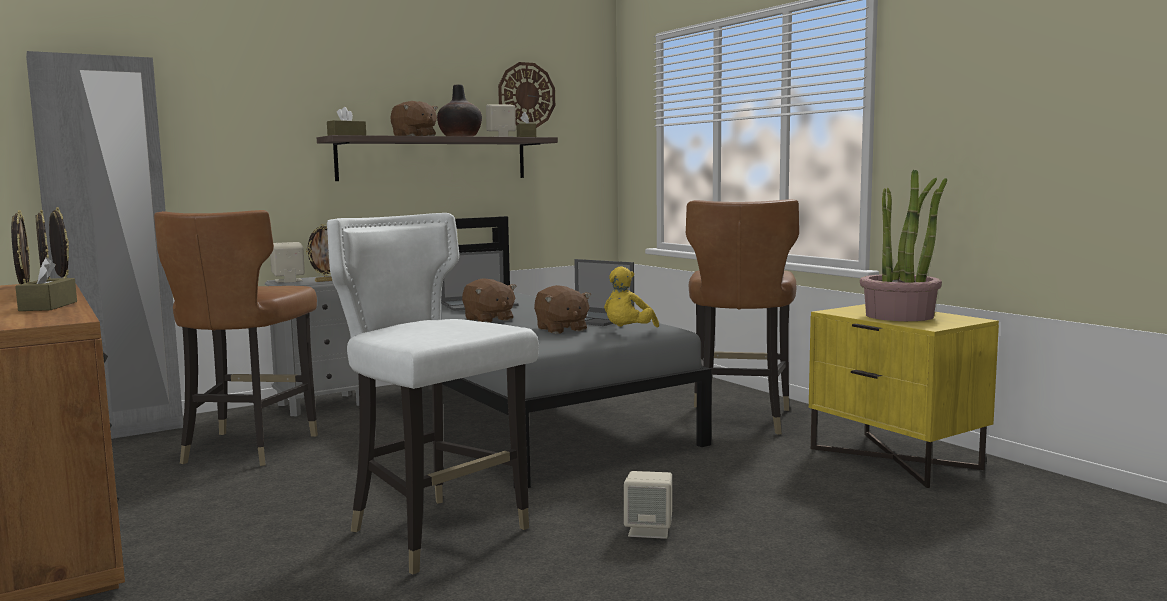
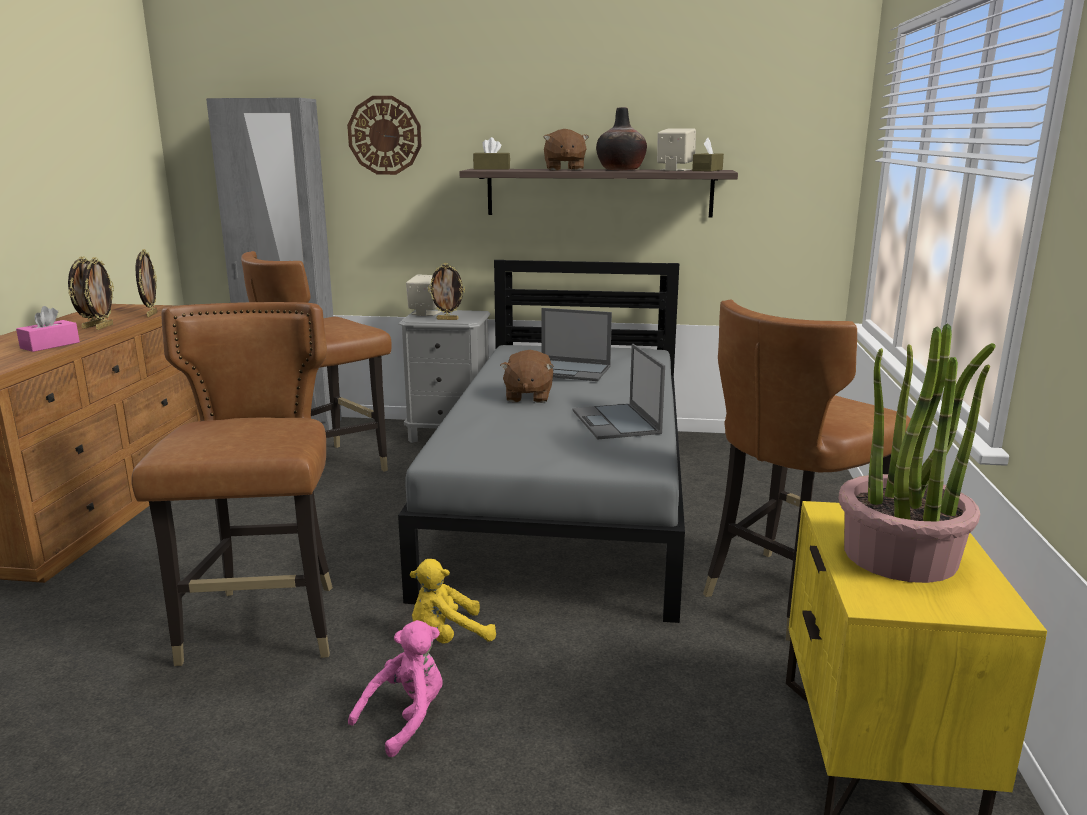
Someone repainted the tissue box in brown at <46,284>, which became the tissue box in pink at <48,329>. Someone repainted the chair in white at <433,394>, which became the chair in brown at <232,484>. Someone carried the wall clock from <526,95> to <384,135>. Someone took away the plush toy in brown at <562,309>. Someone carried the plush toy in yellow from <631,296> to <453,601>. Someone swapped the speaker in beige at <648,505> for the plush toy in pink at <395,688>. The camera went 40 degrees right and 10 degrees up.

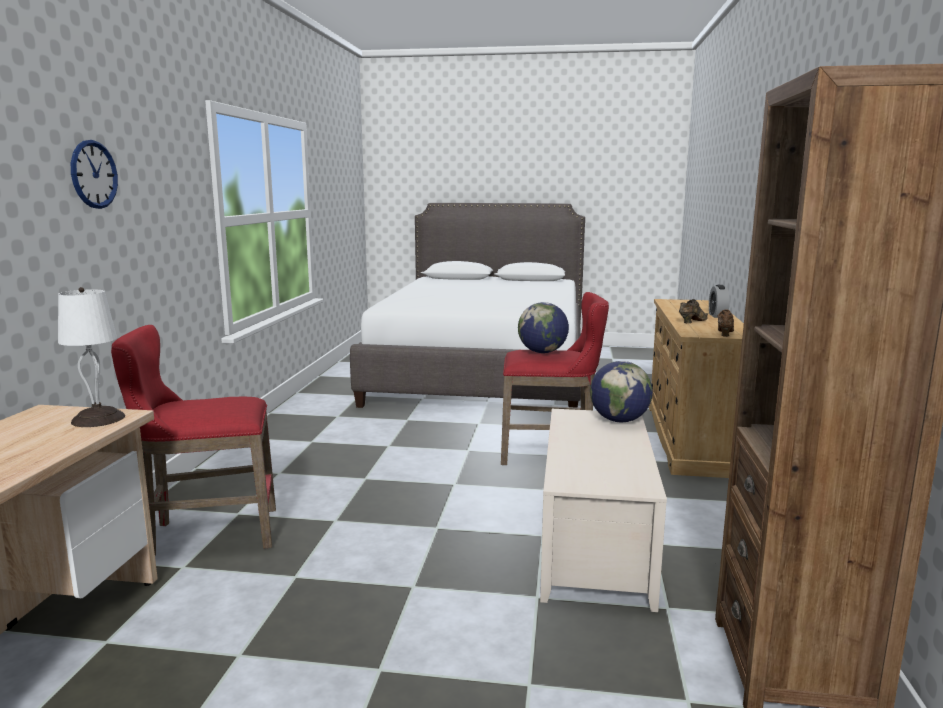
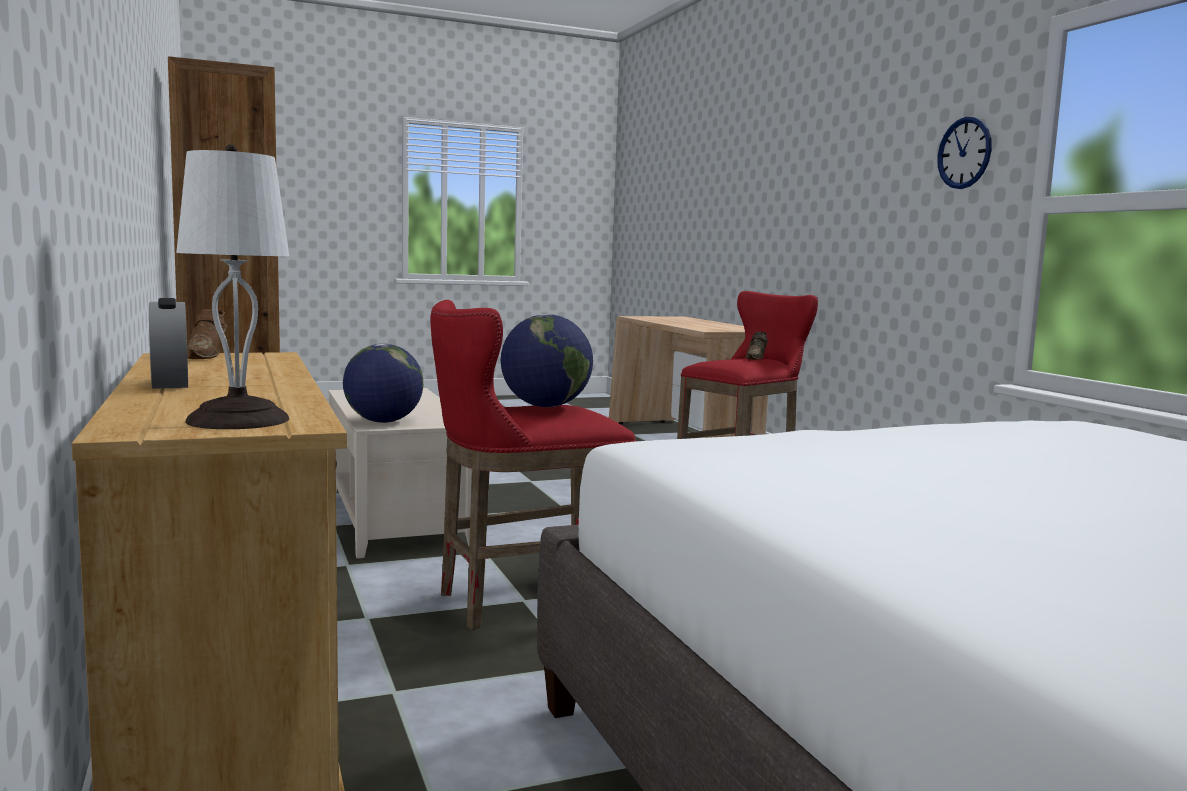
Someone carried the table lamp in white from <91,357> to <232,286>. Someone carried the wall clock from <94,174> to <964,153>. Someone carried the shoe in brown from <693,311> to <757,346>. The camera went 150 degrees right and 5 degrees down.

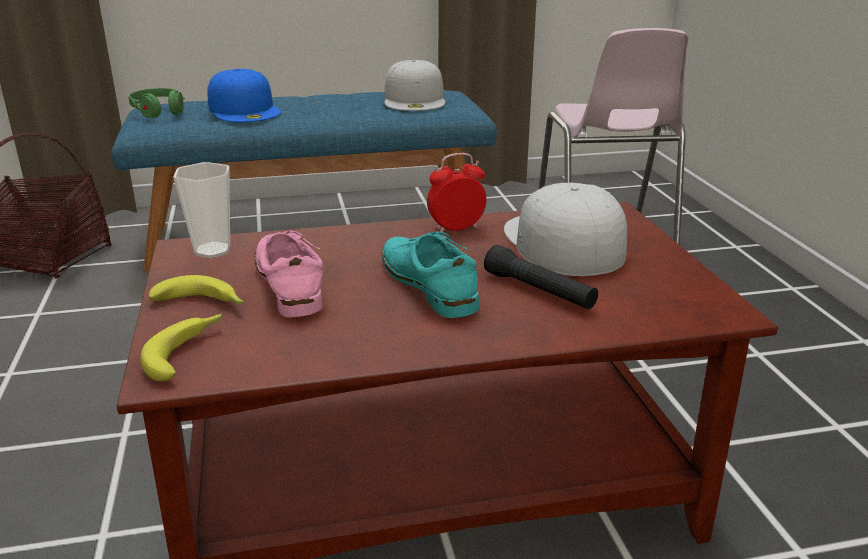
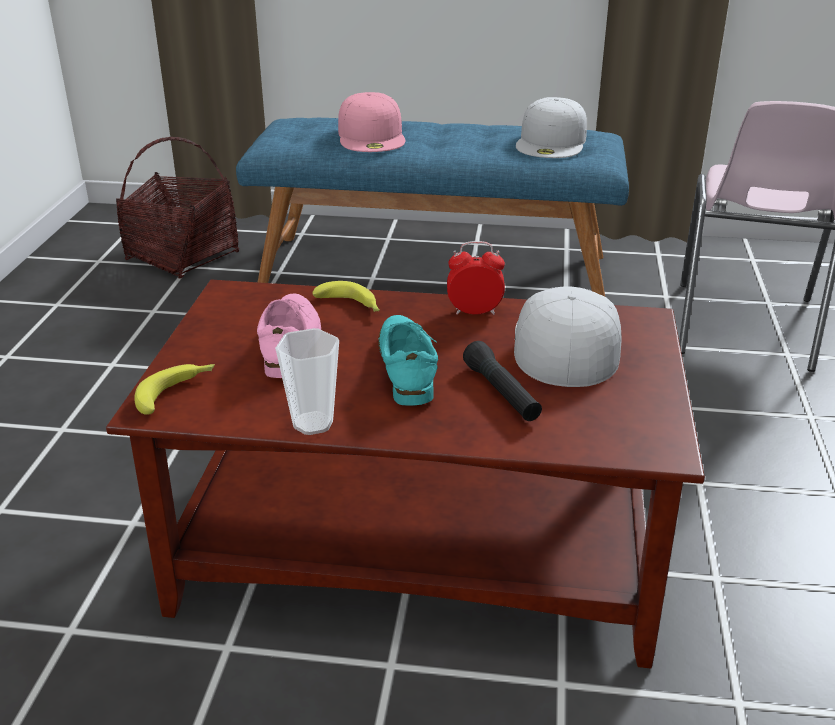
Someone took away the headphones in green at <156,103>. Someone carried the banana from <196,290> to <346,296>. Someone carried the cup from <201,210> to <307,381>. Someone repainted the cap in blue at <244,95>, which became the cap in pink at <371,122>. The camera went 20 degrees right and 5 degrees up.

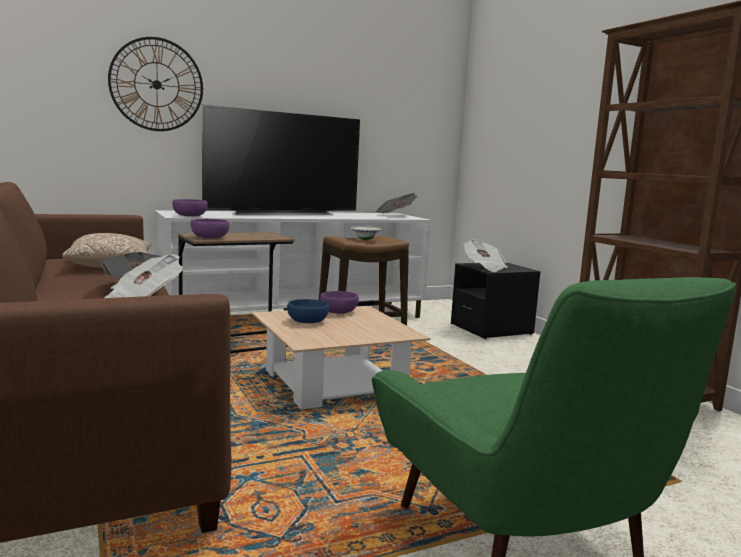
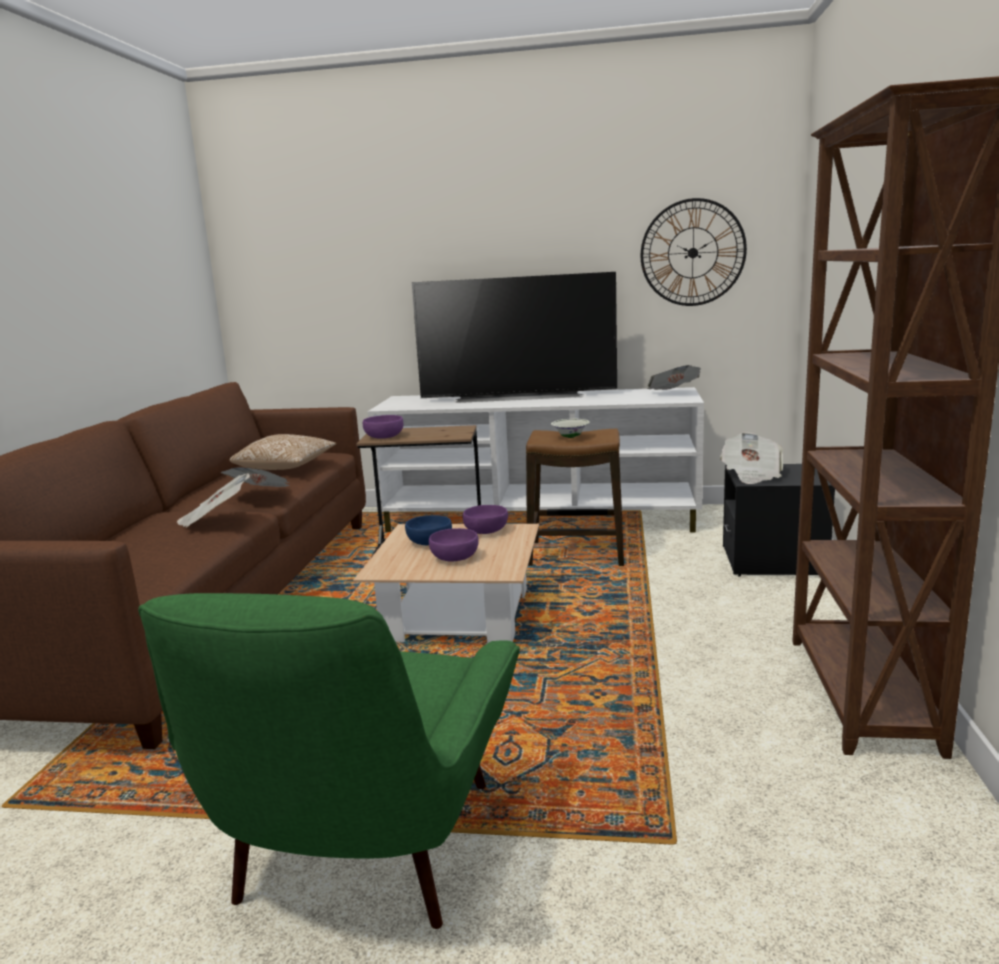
Someone carried the wall clock from <155,84> to <694,252>. Someone carried the bowl in purple from <190,207> to <454,545>. The camera went 35 degrees right and 5 degrees up.

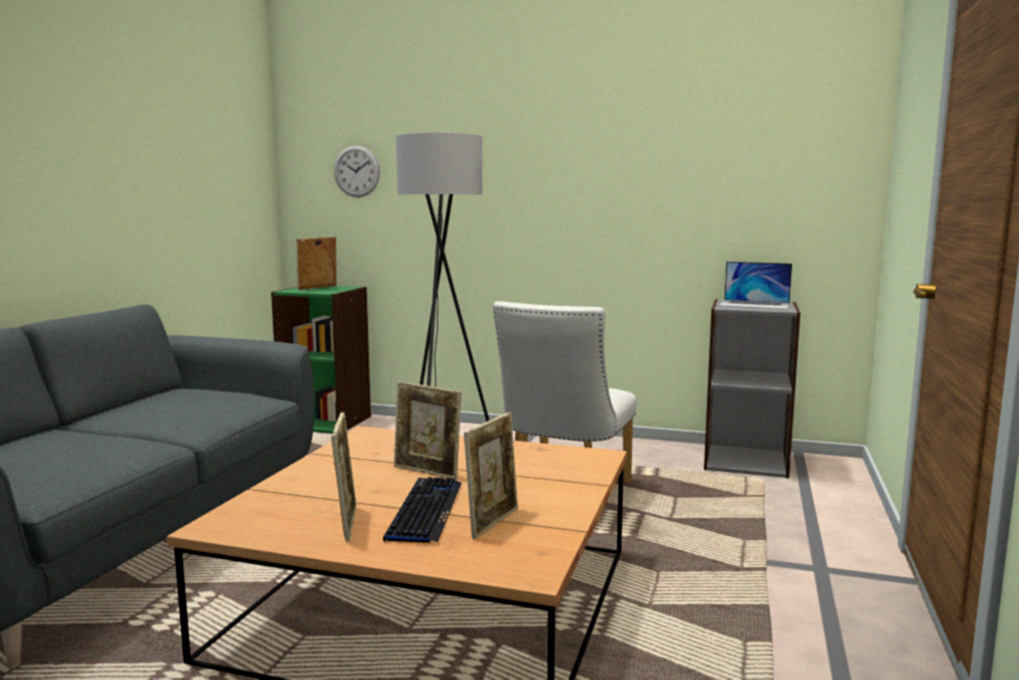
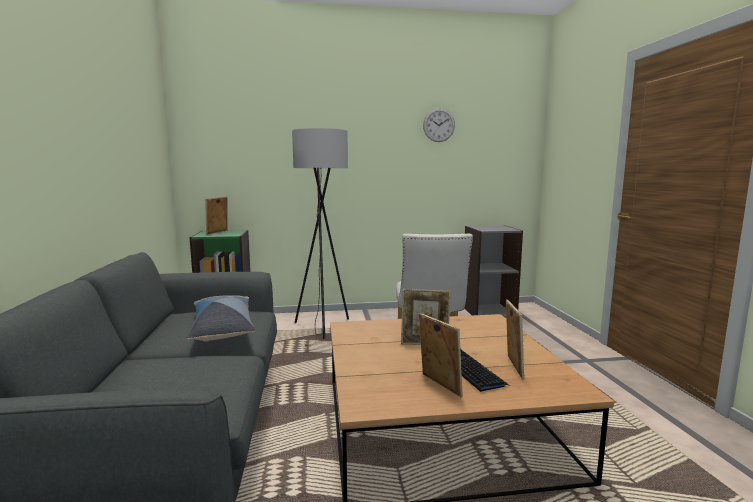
Someone carried the wall clock from <357,171> to <439,125>. Someone took away the laptop at <755,285>. Someone put down the pillow at <220,318>. The camera went 25 degrees left and 0 degrees up.

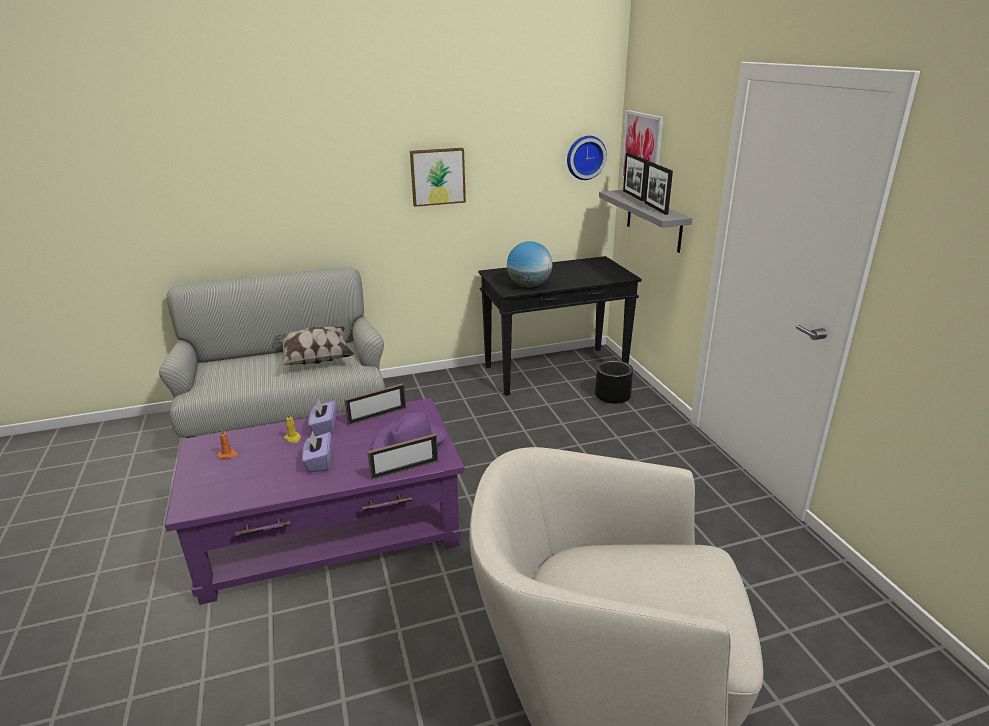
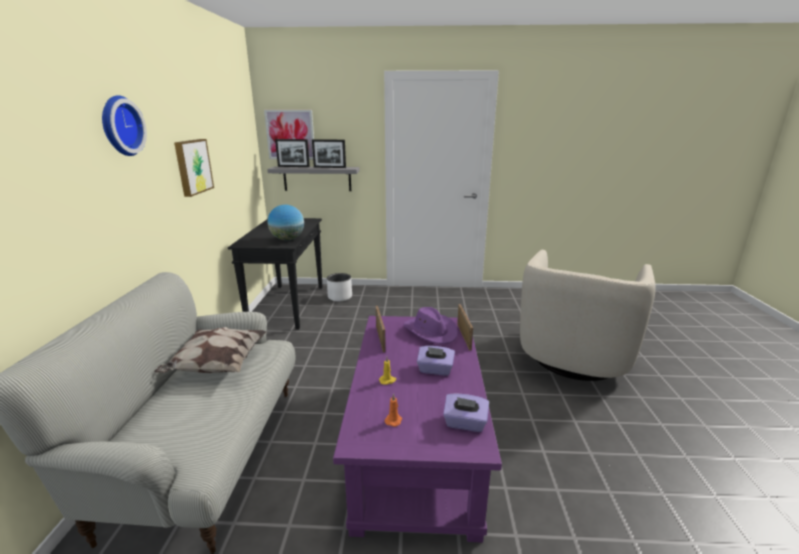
Someone carried the tissue box in purple from <322,417> to <466,412>. Someone carried the wall clock from <587,158> to <124,125>. Someone repainted the planter in black at <614,382>, which became the planter in white at <339,287>. The camera went 70 degrees left and 5 degrees down.

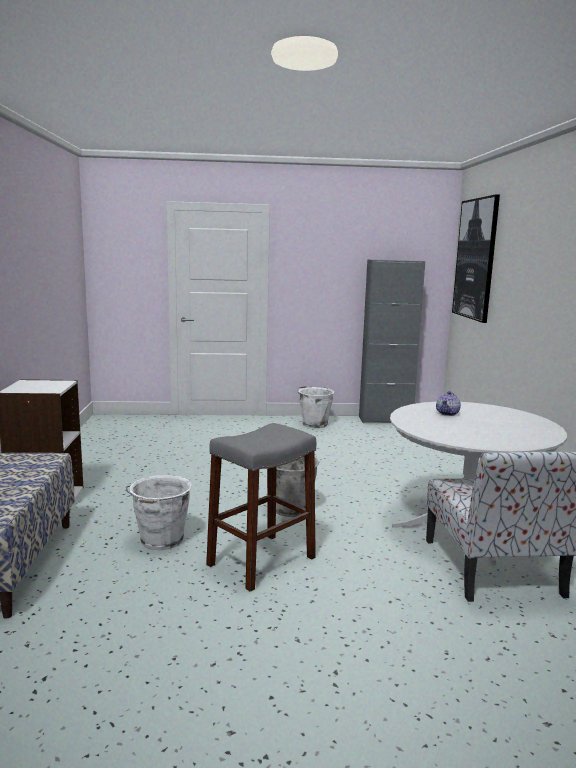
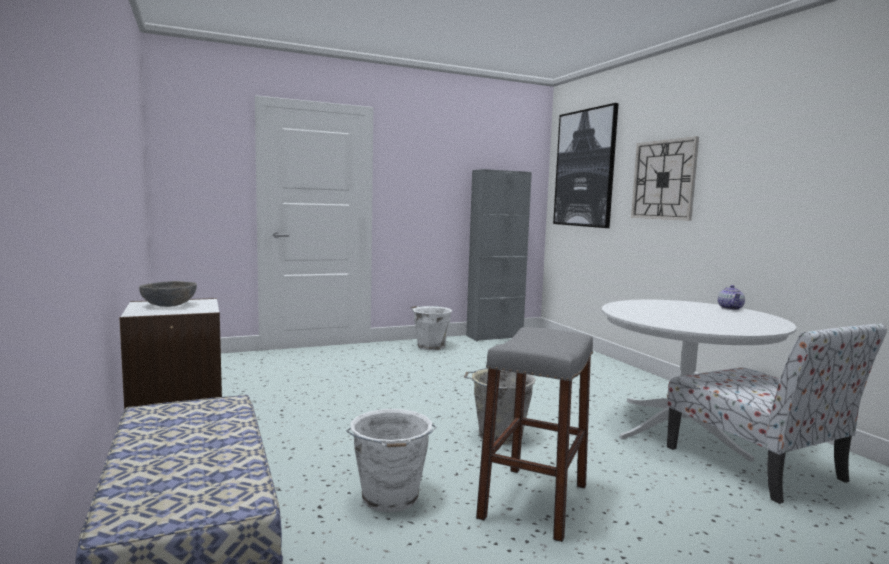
Someone carried the teapot from <448,403> to <731,297>. Someone put down the bowl in grey at <168,294>. Someone put up the wall clock at <665,178>. The camera went 20 degrees left and 5 degrees down.

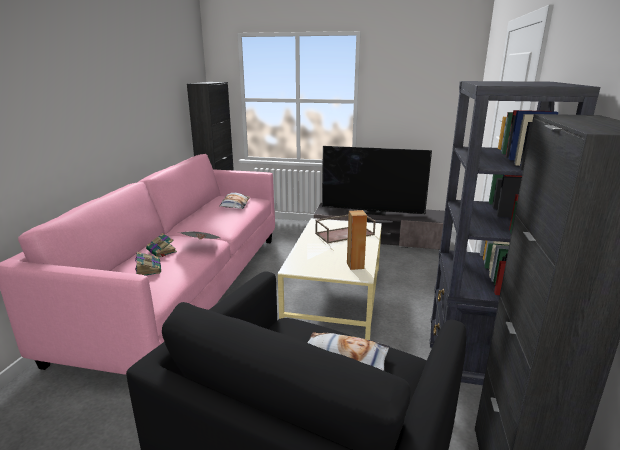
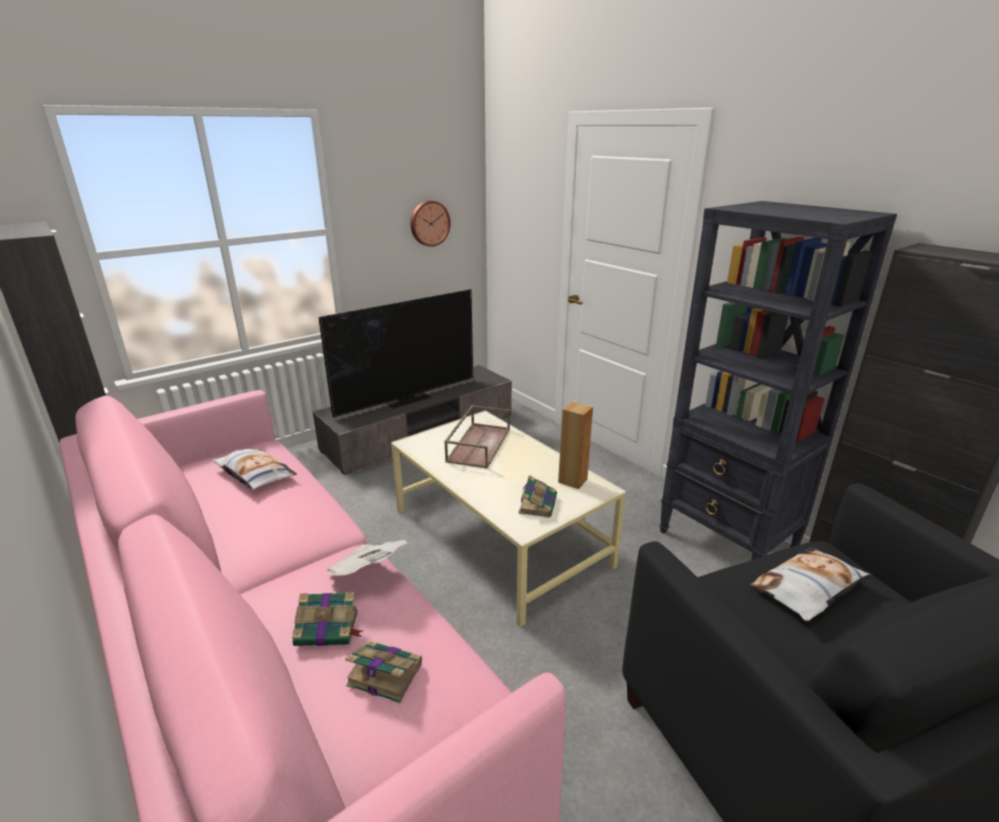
Someone put up the wall clock at <431,224>. Someone put down the book at <537,496>. The camera went 50 degrees left and 5 degrees up.

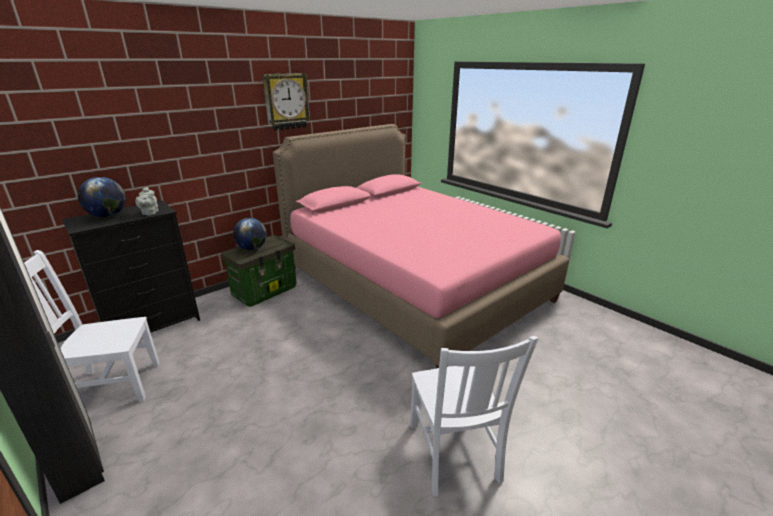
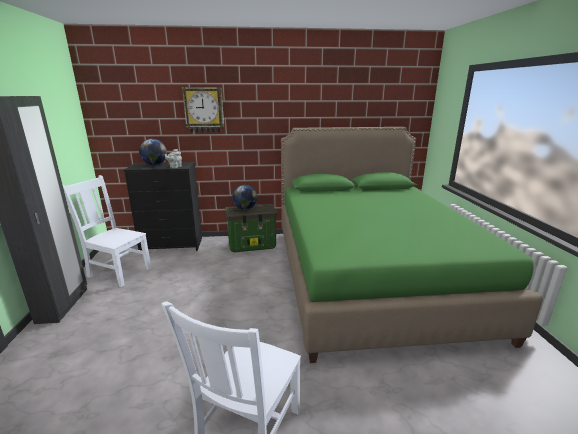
Someone carried the wall clock from <286,102> to <203,109>. Someone repainted the bed in pink at <421,246>, which became the bed in green at <412,245>. The camera went 35 degrees right and 5 degrees down.

